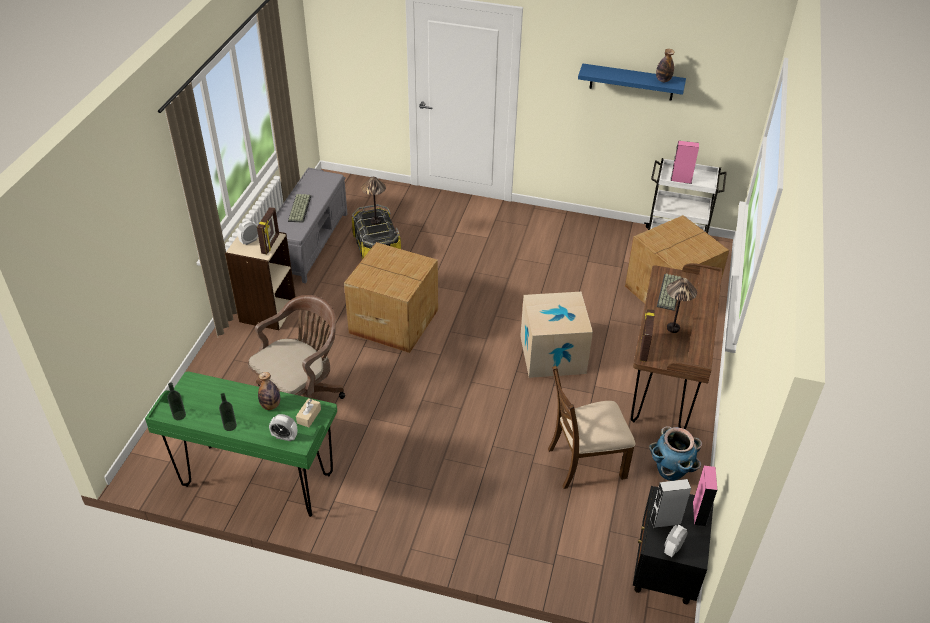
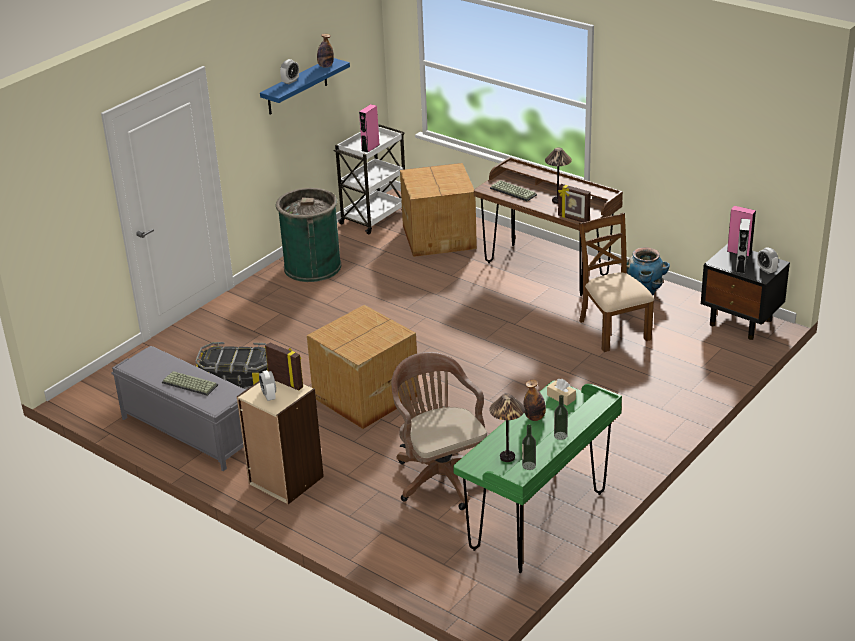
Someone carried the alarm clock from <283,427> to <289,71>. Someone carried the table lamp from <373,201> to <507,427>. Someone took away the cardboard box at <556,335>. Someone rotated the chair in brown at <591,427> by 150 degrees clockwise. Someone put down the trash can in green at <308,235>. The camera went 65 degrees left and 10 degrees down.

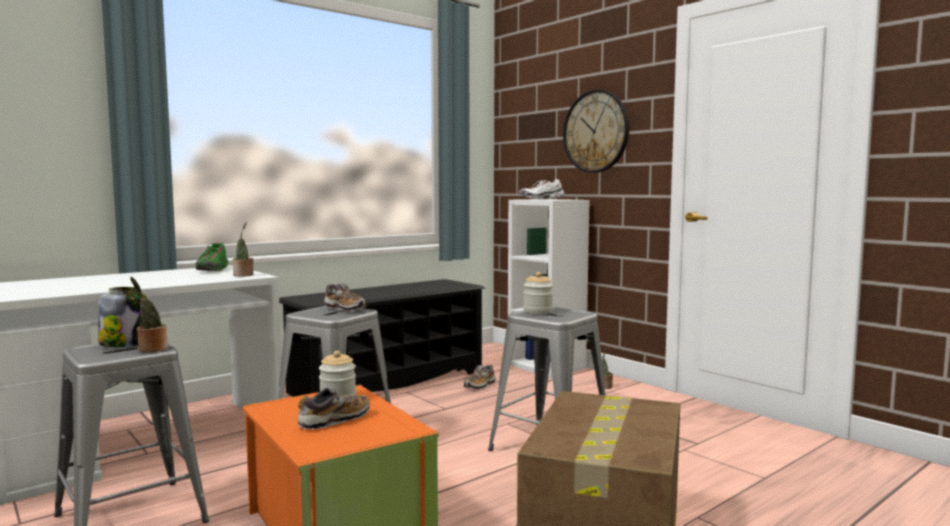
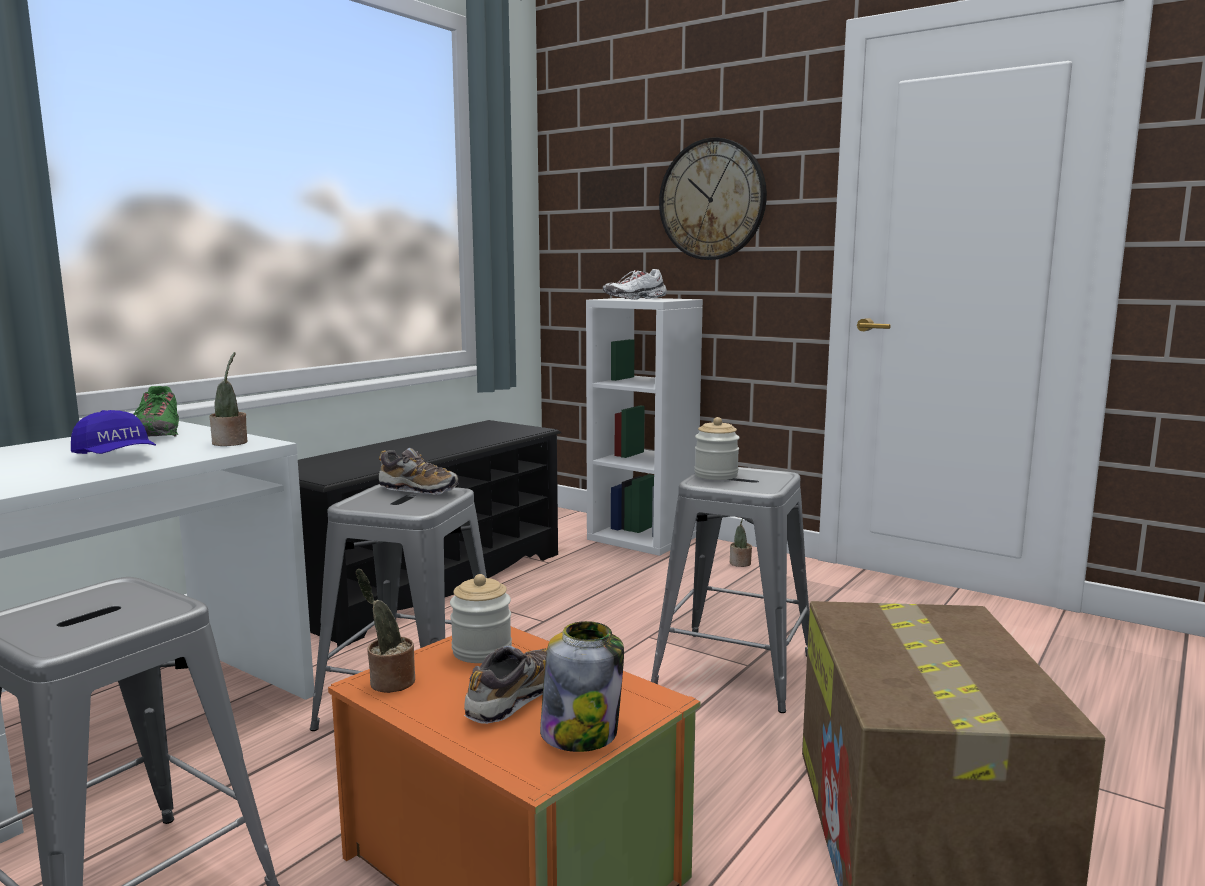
Someone carried the jar from <122,317> to <582,686>. Someone carried the potted plant from <149,314> to <385,631>. Someone took away the shoe at <480,377>. Someone put down the cap in blue at <113,432>. The camera went 15 degrees left and 5 degrees up.

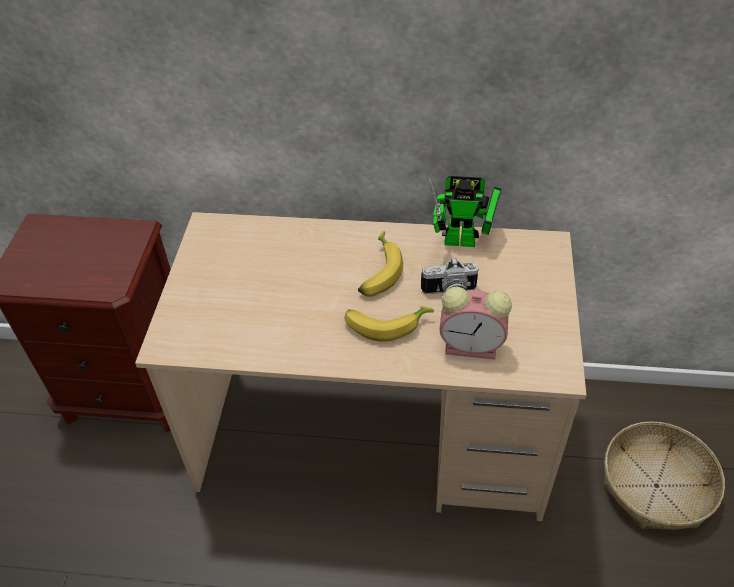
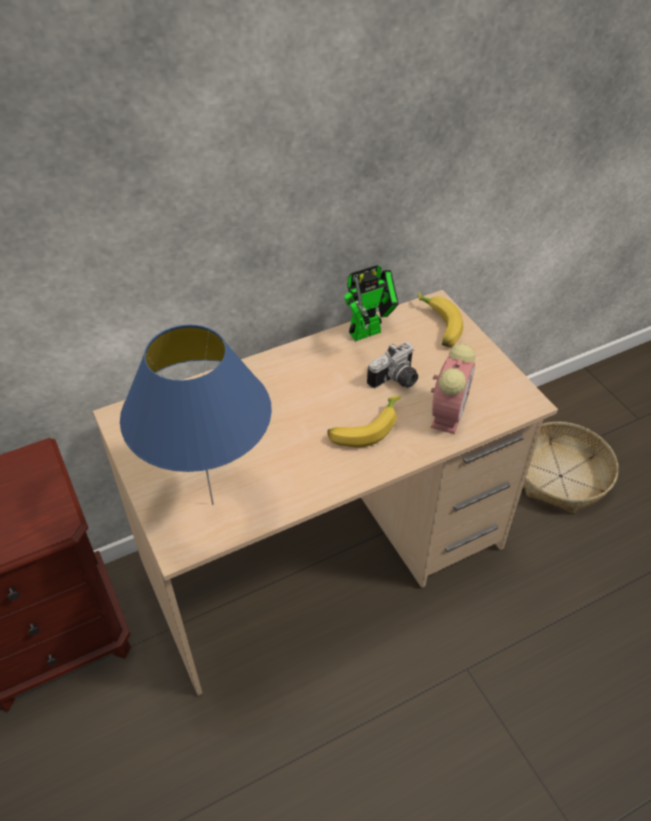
Someone carried the banana from <380,264> to <440,319>. Someone rotated the alarm clock at <476,323> by 45 degrees counterclockwise. Someone put down the table lamp in blue at <196,415>. The camera went 35 degrees left and 0 degrees up.

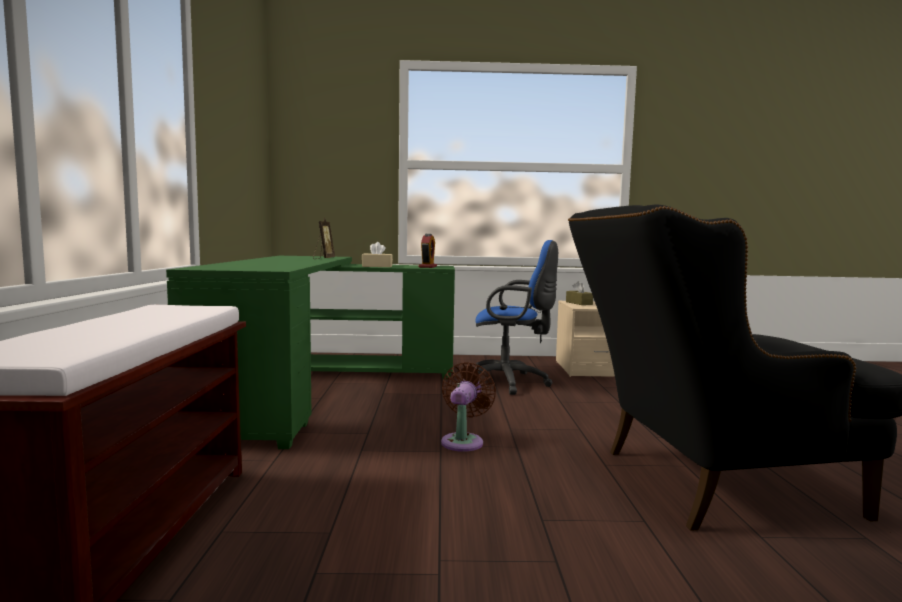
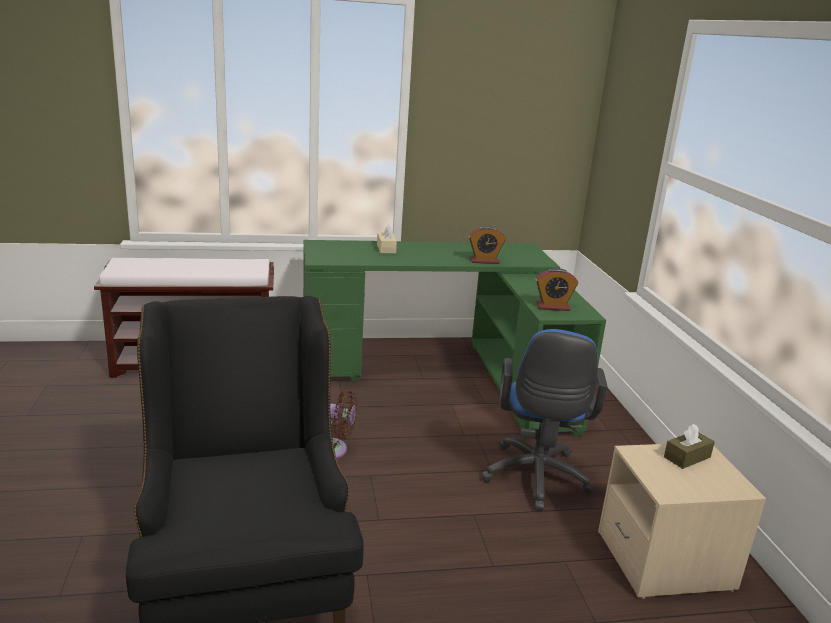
Someone swapped the picture frame at <324,238> for the alarm clock at <487,245>. Someone carried the tissue box in beige from <377,254> to <387,239>. The camera went 80 degrees right and 15 degrees up.

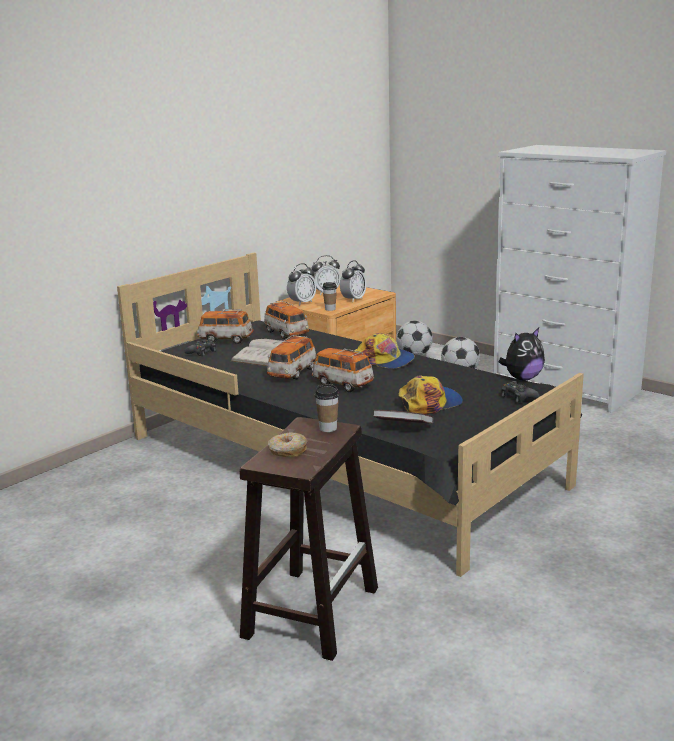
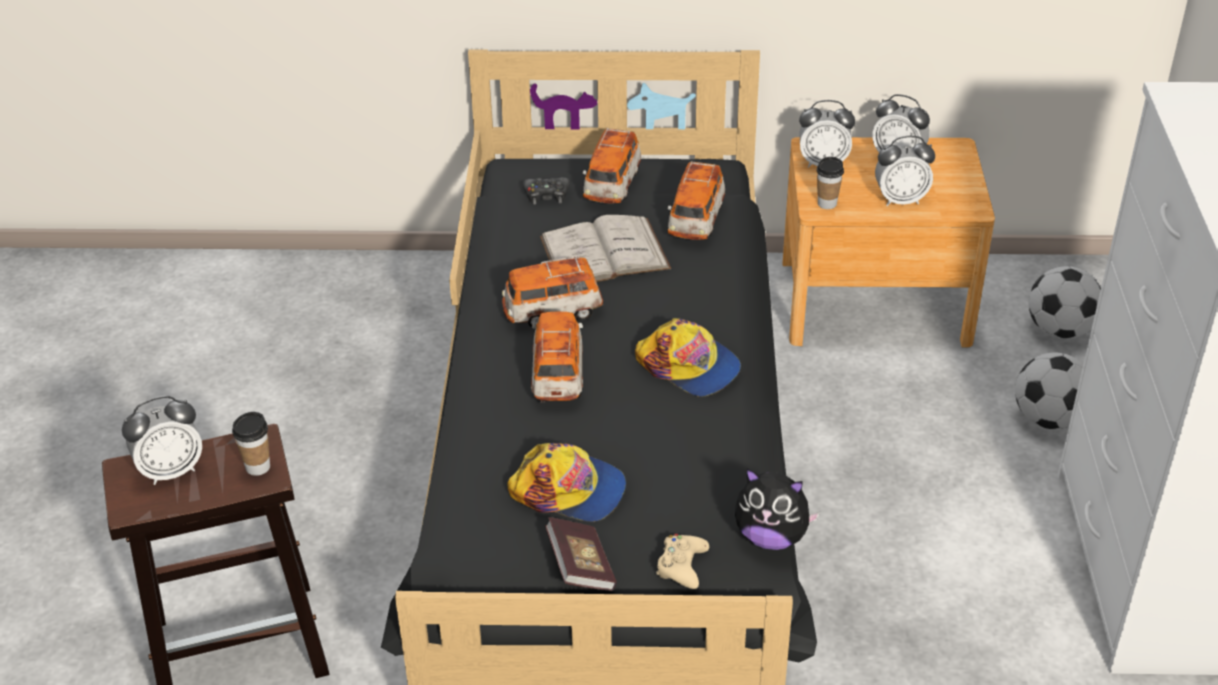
Someone rotated the toy car at <225,326> by 135 degrees counterclockwise. Someone swapped the donut at <288,444> for the alarm clock at <162,440>. Someone rotated the cap at <384,351> by 45 degrees counterclockwise. Someone carried the book from <403,417> to <581,554>. Someone repainted the game controller in black at <520,391>, which became the game controller in beige at <682,561>. The camera went 50 degrees right and 20 degrees up.

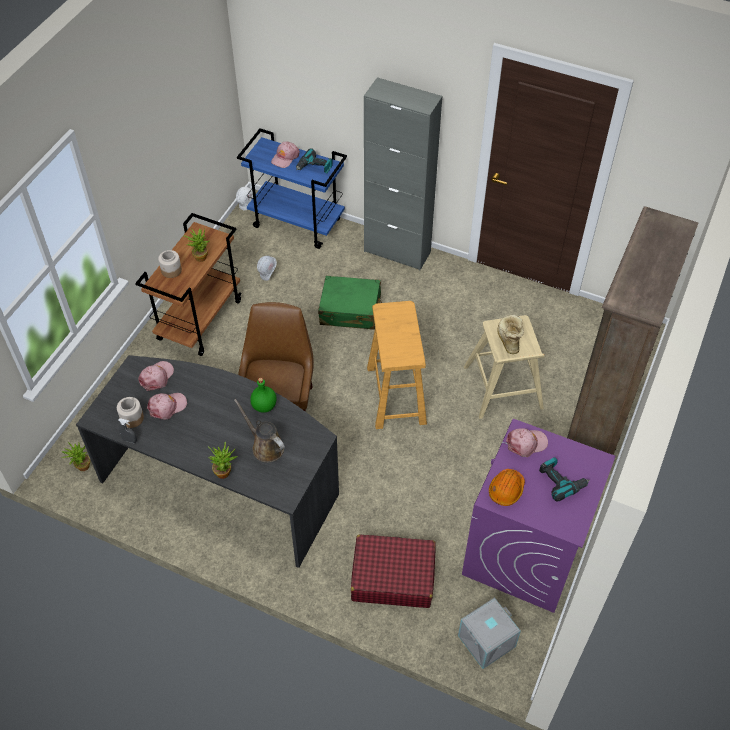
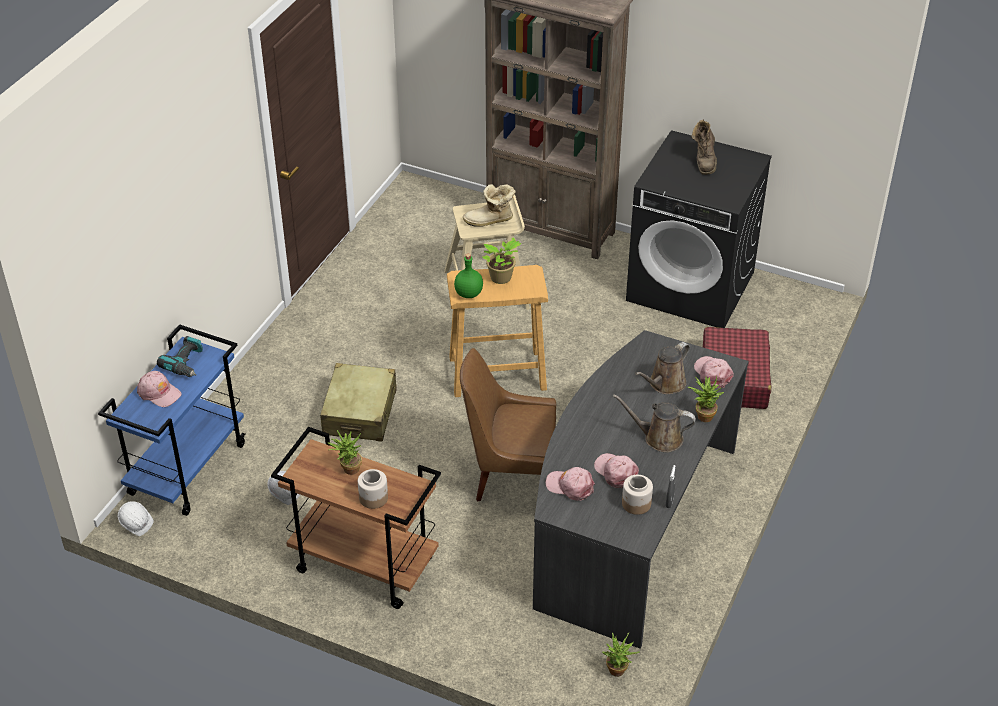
Someone carried the bottle in green from <263,395> to <468,276>. Someone repainted the suitcase in green at <350,303>, which became the suitcase in beige at <358,402>. Someone took away the cabinet in grey at <403,173>. Someone took away the storage box in grey at <489,633>. Someone repainted the washing machine in purple at <538,516>, which became the washing machine in black at <699,229>. Someone took away the hard hat in orange at <507,487>. Someone carried the cap in pink from <527,442> to <714,372>. Someone swapped the power drill at <564,479> for the boot in brown at <704,147>. Someone put down the potted plant at <501,261>. Someone put down the watering can in brown at <654,423>. The camera went 90 degrees left and 10 degrees down.

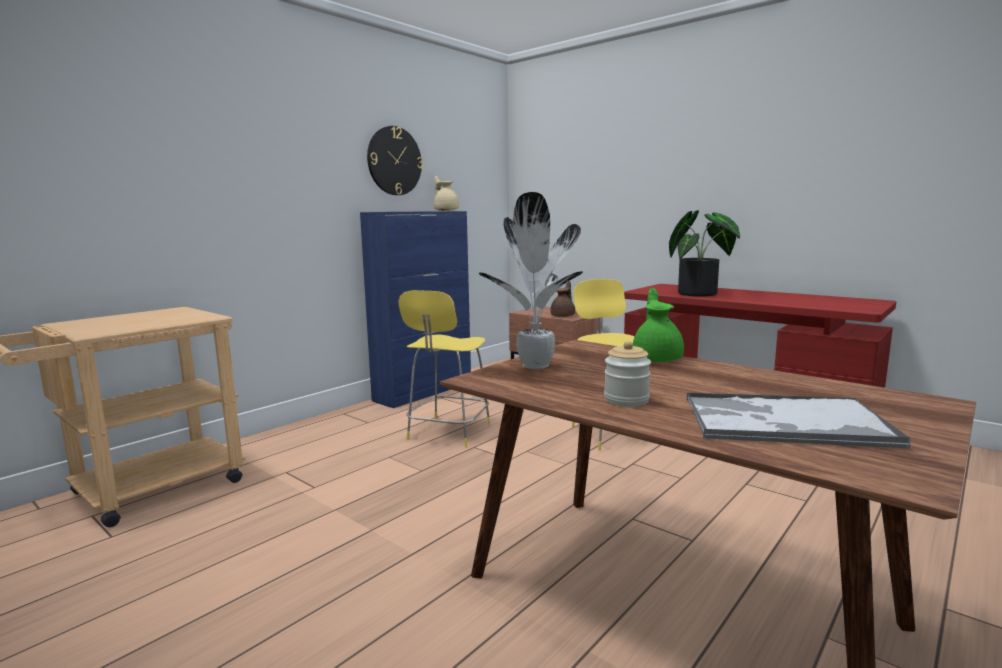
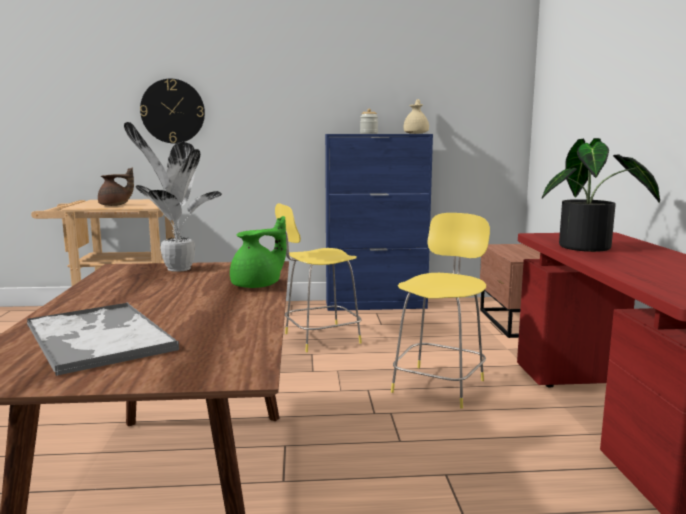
Someone carried the wall clock from <395,160> to <172,111>. Someone carried the teapot in brown from <563,299> to <116,187>. Someone carried the jar from <627,374> to <369,121>. The camera went 45 degrees right and 0 degrees up.

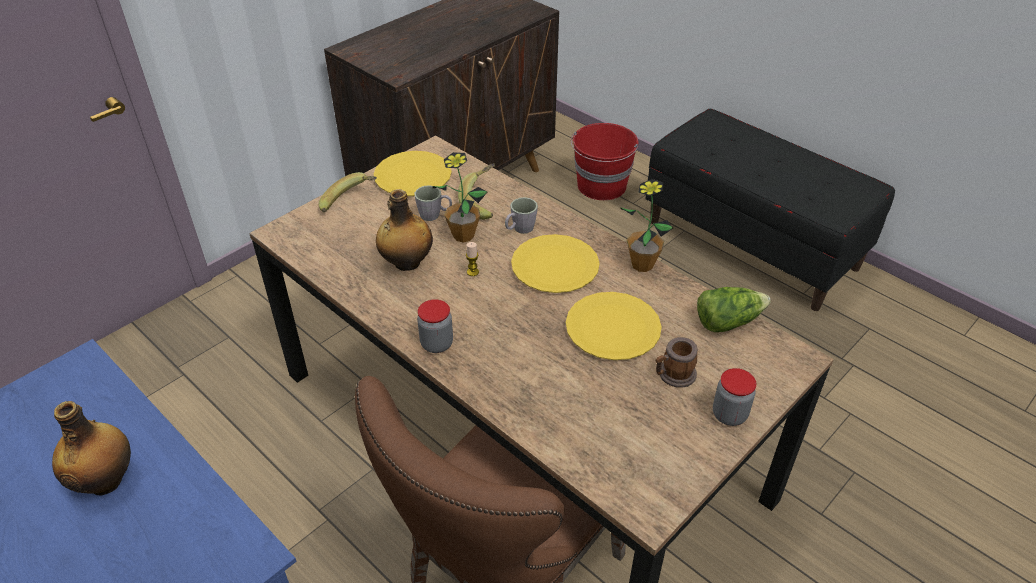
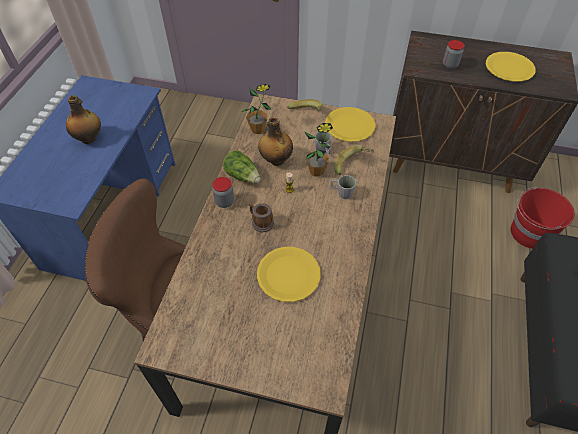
Someone carried the plate in yellow from <555,263> to <511,67>. Someone carried the potted plant from <646,225> to <256,109>. Someone carried the mug from <677,362> to <261,217>. Someone carried the lettuce from <734,309> to <241,166>. Someone carried the jar from <734,397> to <453,54>. The camera went 60 degrees right and 10 degrees up.

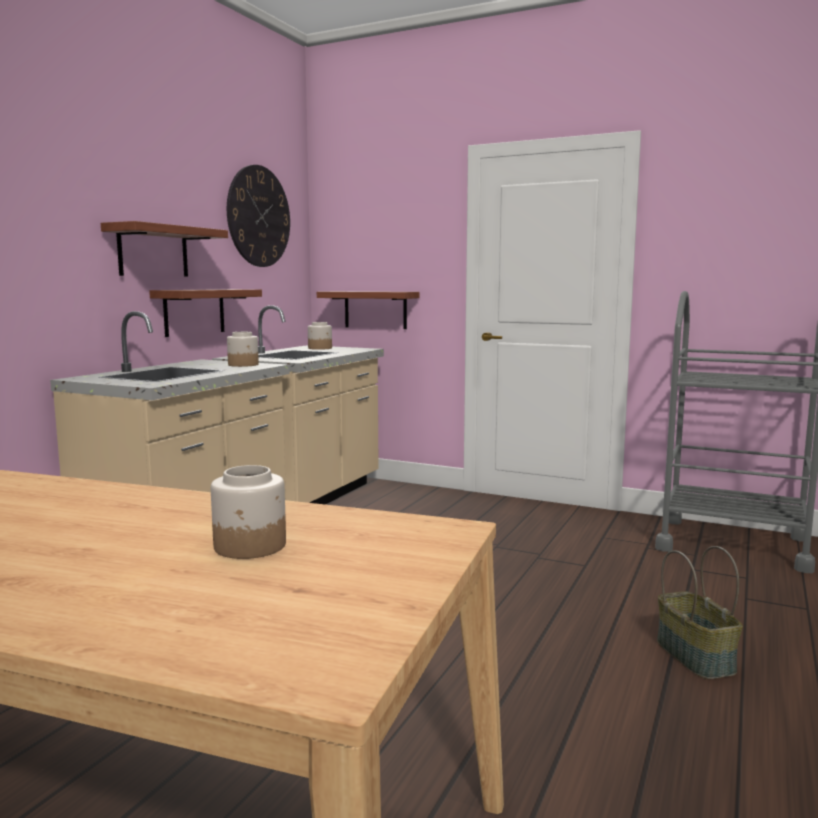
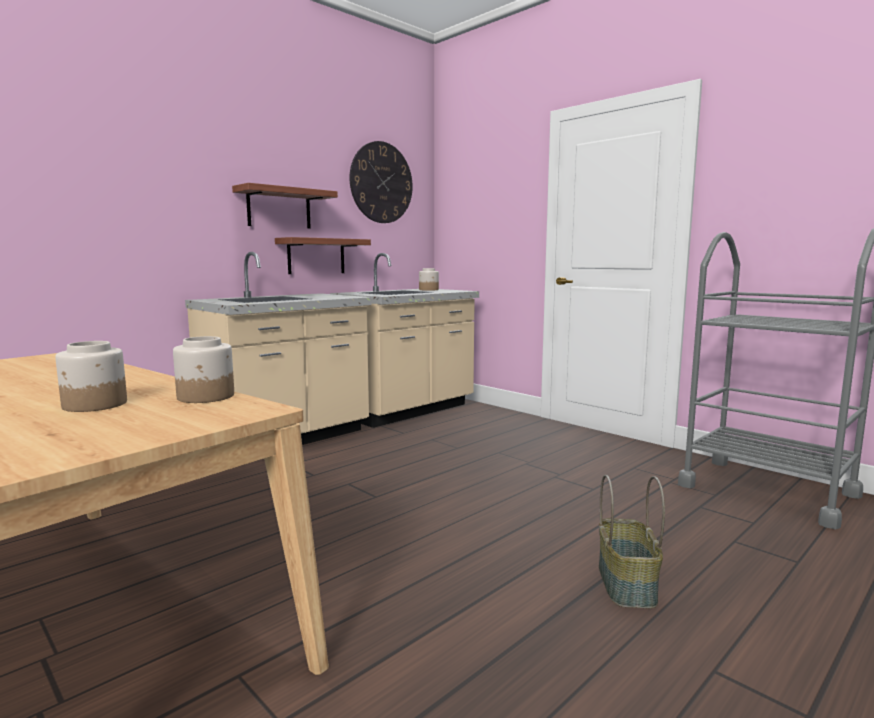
Someone carried the jar from <243,349> to <203,369>. Someone took away the shelf at <368,310>. The camera went 20 degrees right and 0 degrees up.

